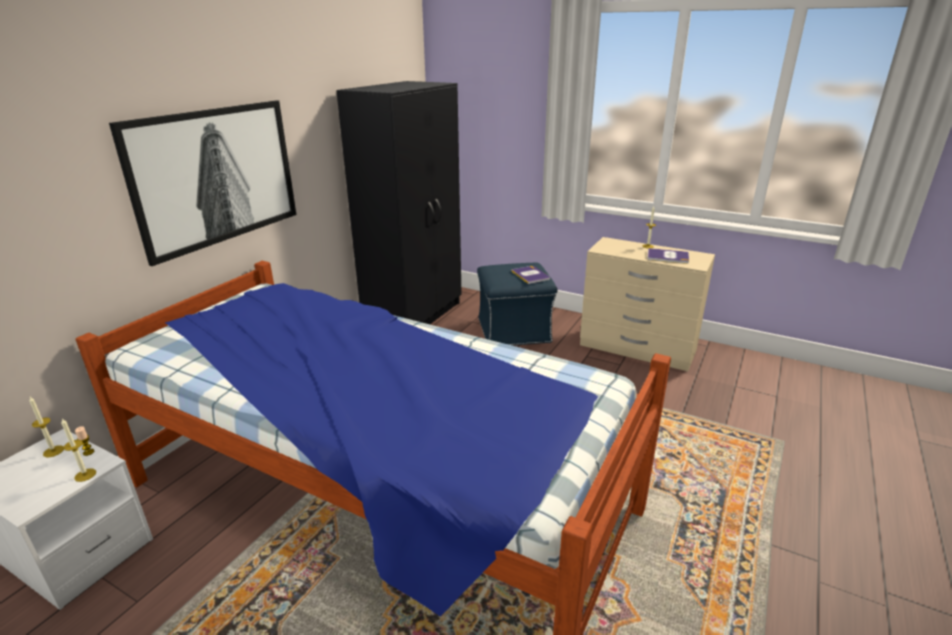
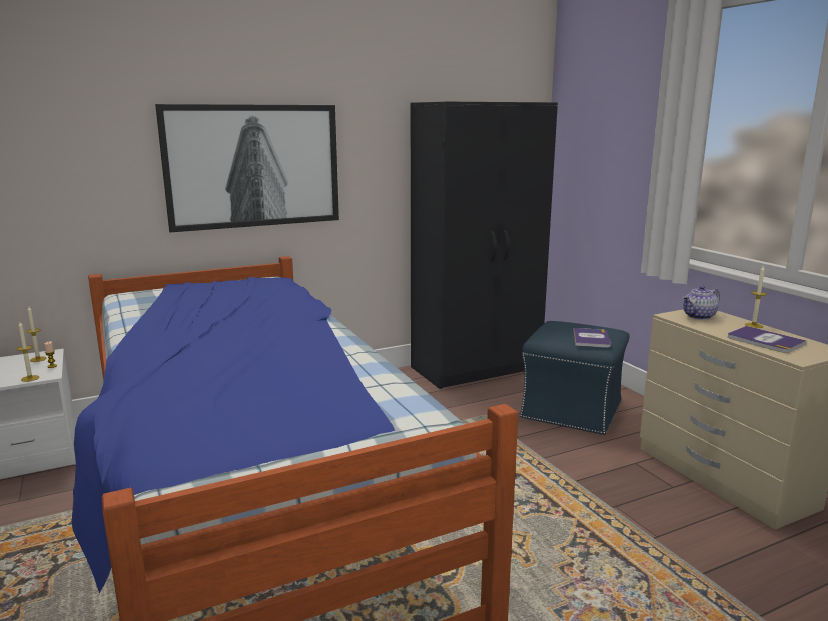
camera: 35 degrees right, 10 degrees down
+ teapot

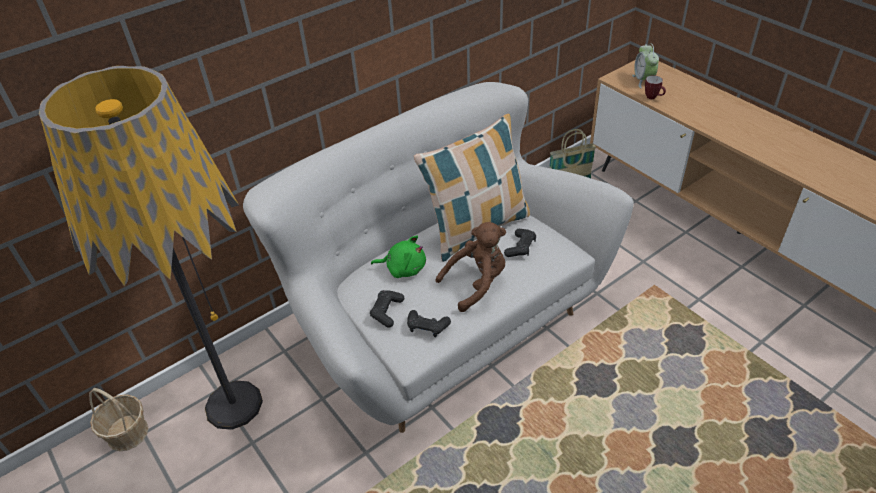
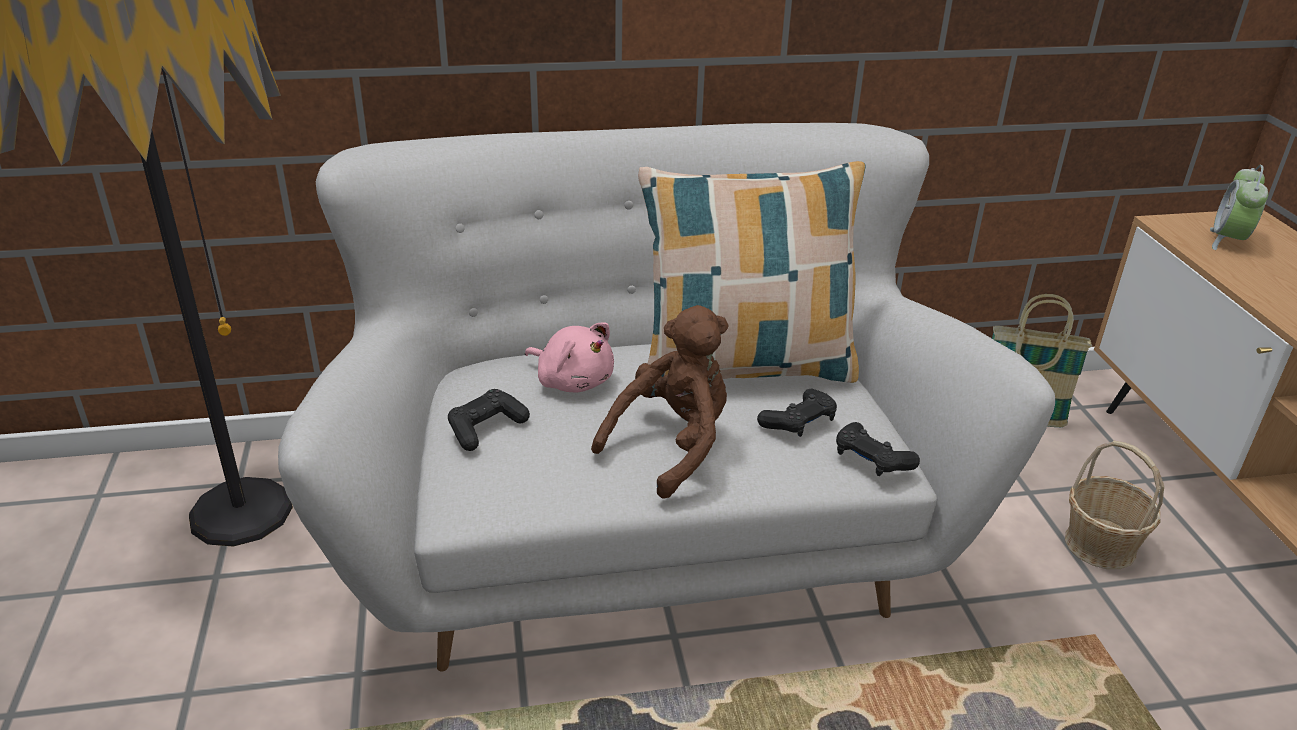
camera: 25 degrees right, 10 degrees down
- mug
~ basket (no. 1 from left in the first image) to basket (no. 2 from left)
~ black game controller (no. 2 from left in the first image) to black game controller (no. 3 from left)
~ green plush toy to pink plush toy
~ brown plush toy 45 degrees counterclockwise

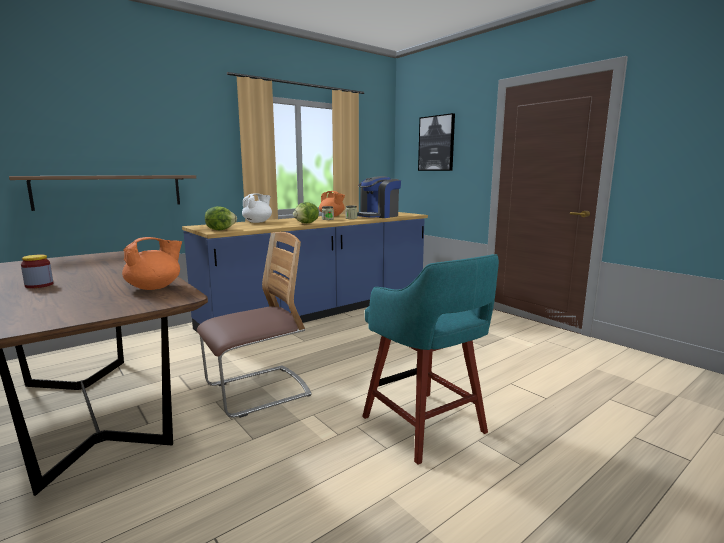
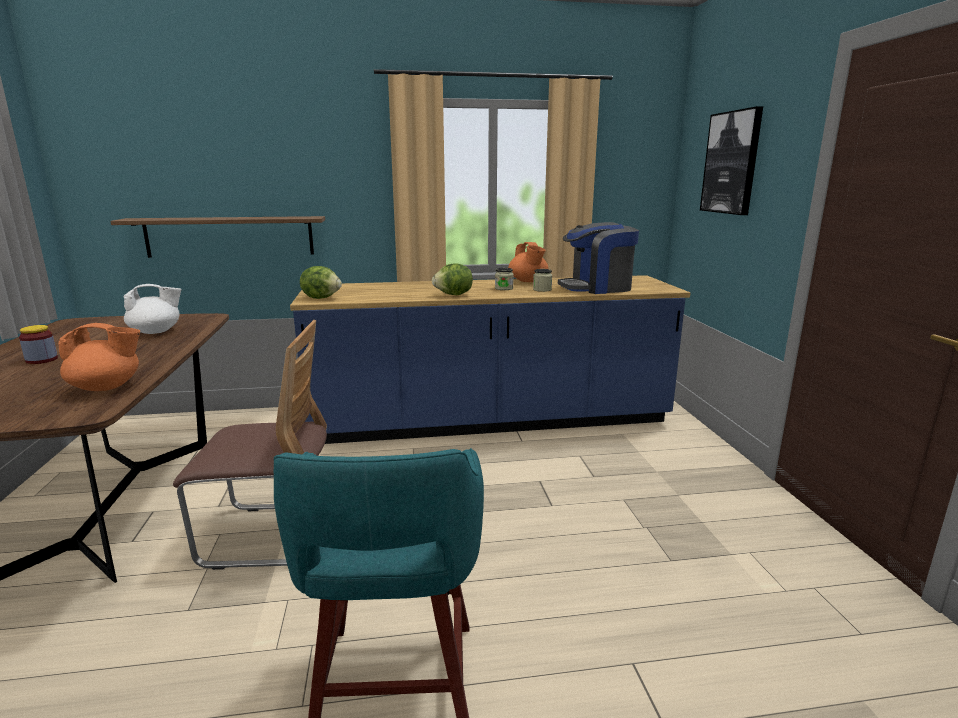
camera: 30 degrees right, 5 degrees up
~ white teapot

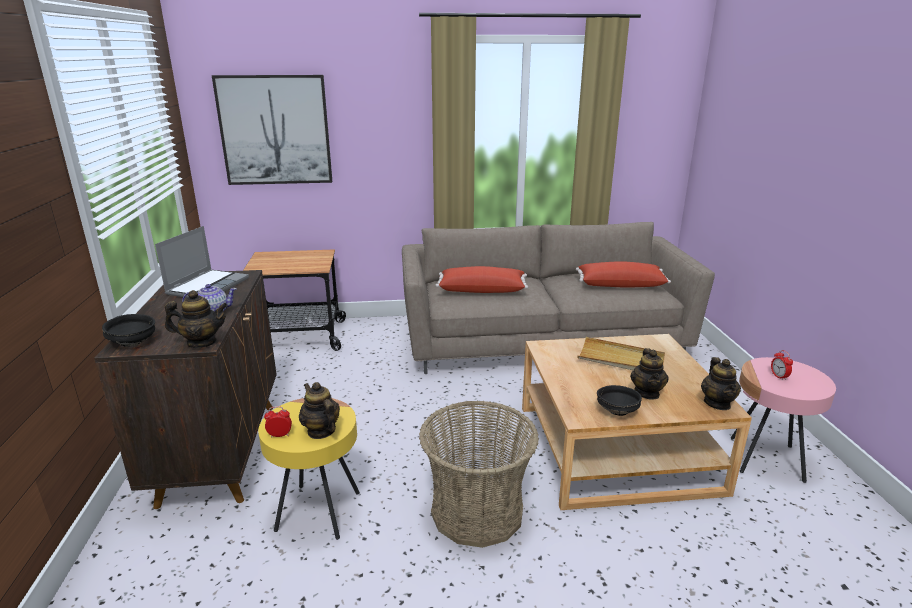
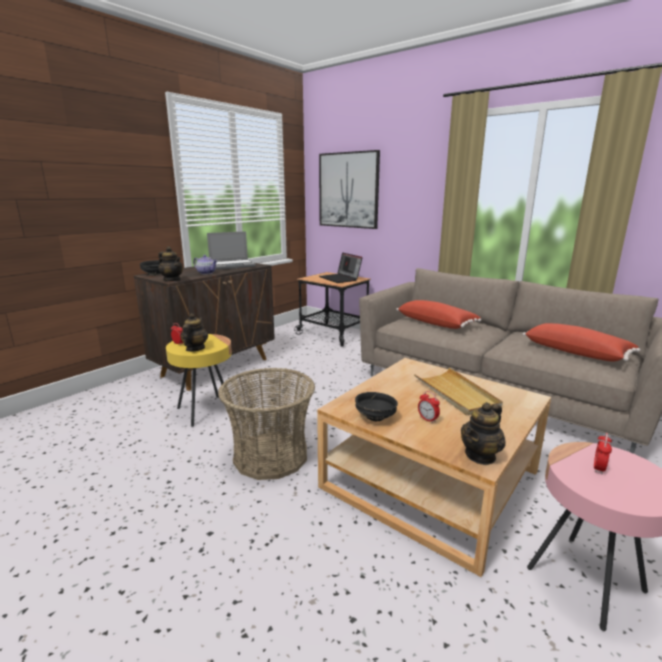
camera: 45 degrees right, 5 degrees down
+ laptop (no. 2 from left)
~ teapot (no. 4 from left) to alarm clock (no. 2 from left)

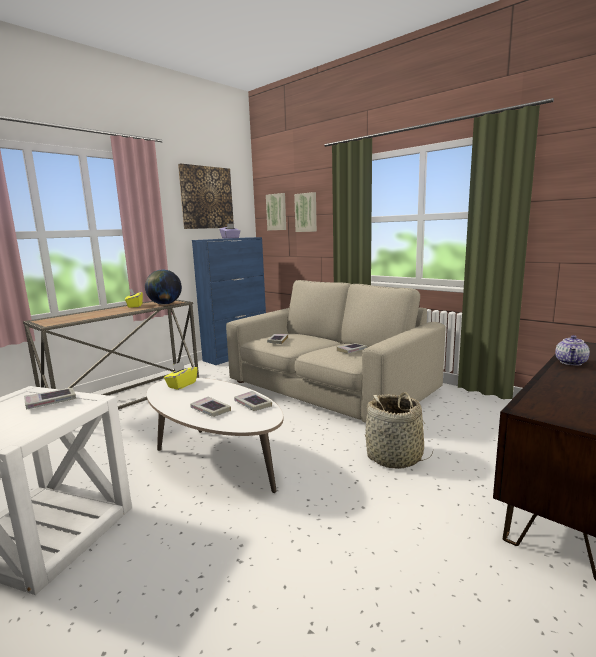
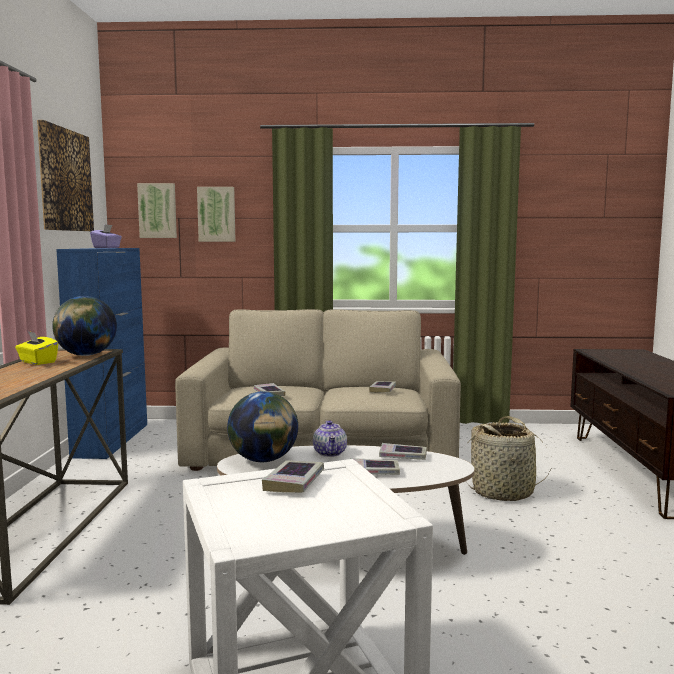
camera: 40 degrees left, 5 degrees down
~ teapot
~ yellow tissue box (no. 2 from left) to globe (no. 2 from left)

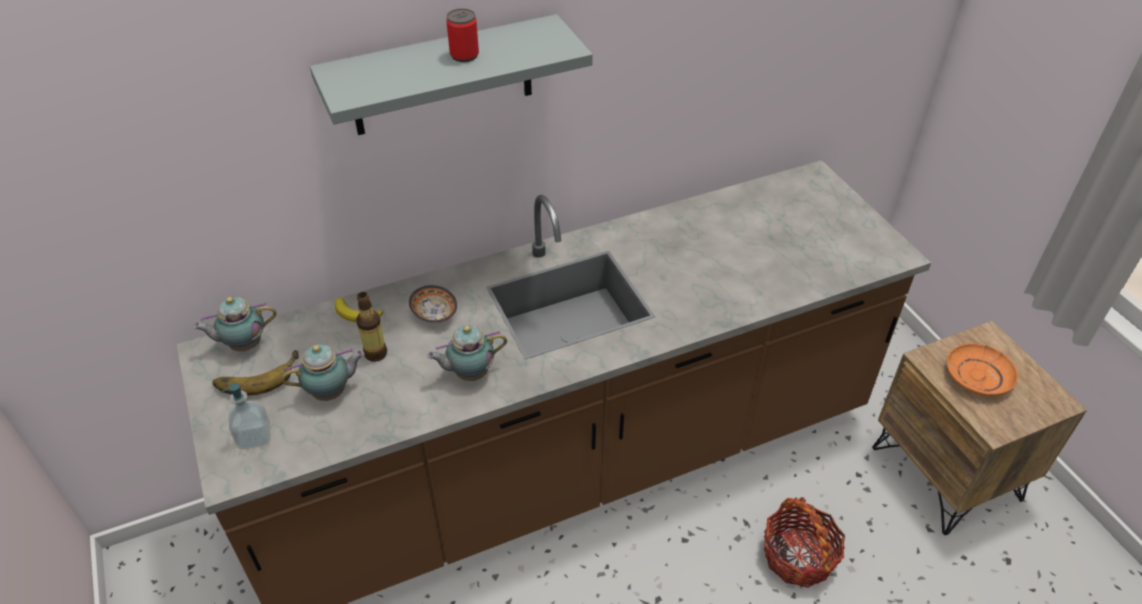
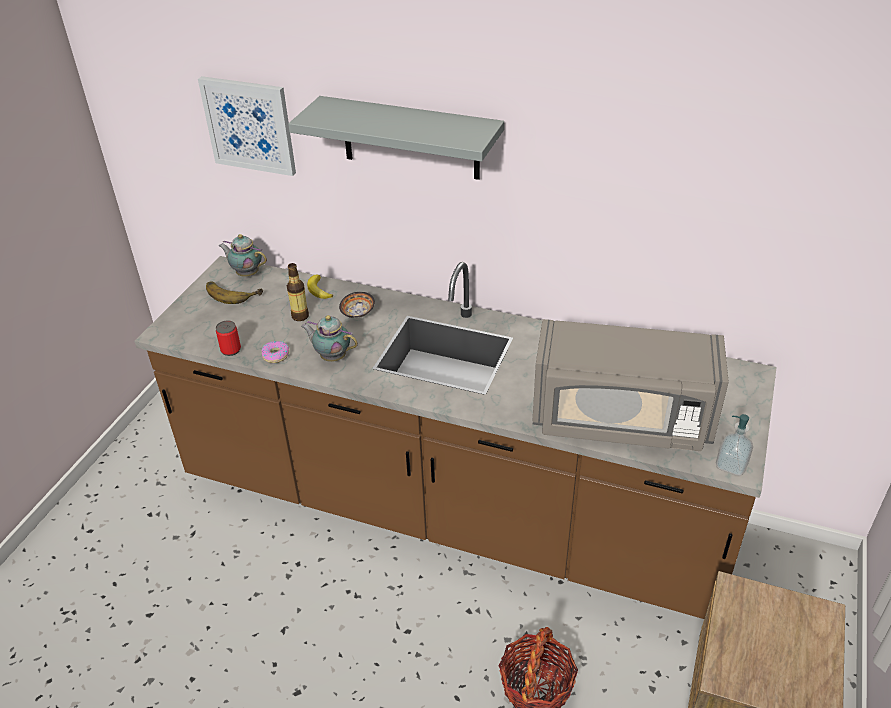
camera: 45 degrees right, 5 degrees down
- teapot (no. 2 from left)
- orange plate
+ picture
+ donut
+ grey microwave
~ soap dispenser
~ can

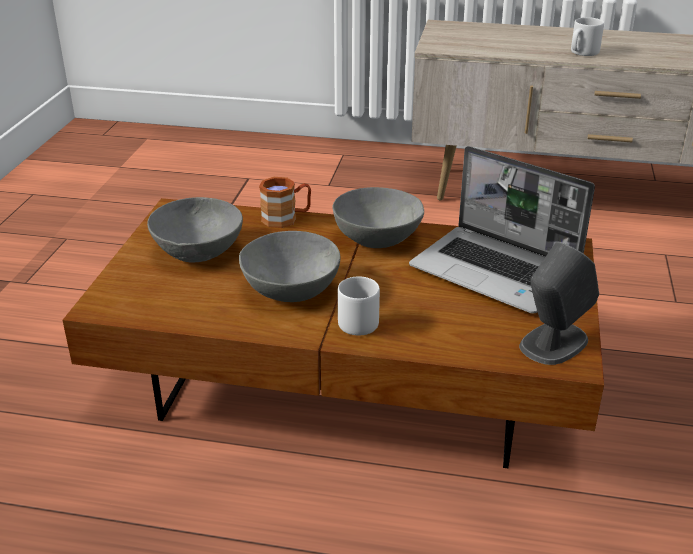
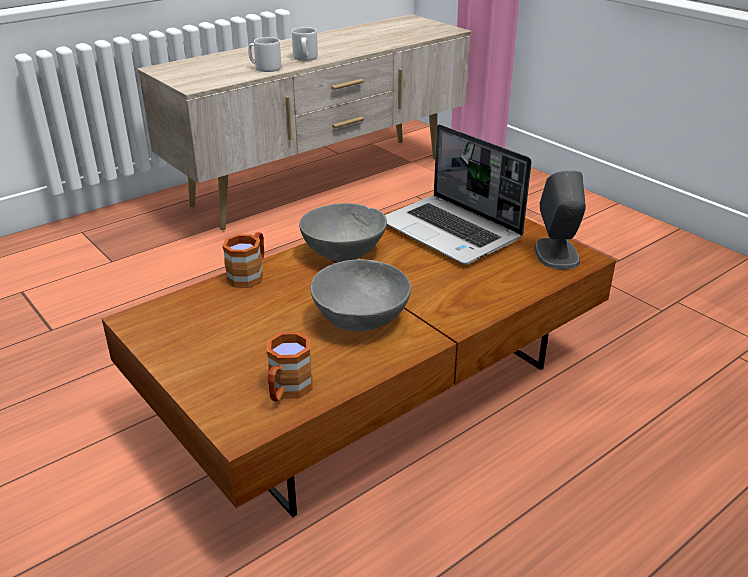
camera: 50 degrees left, 0 degrees up
- grey bowl (no. 1 from left)
+ brown mug (no. 2 from left)
~ grey mug (no. 1 from left)
~ laptop 60 degrees clockwise

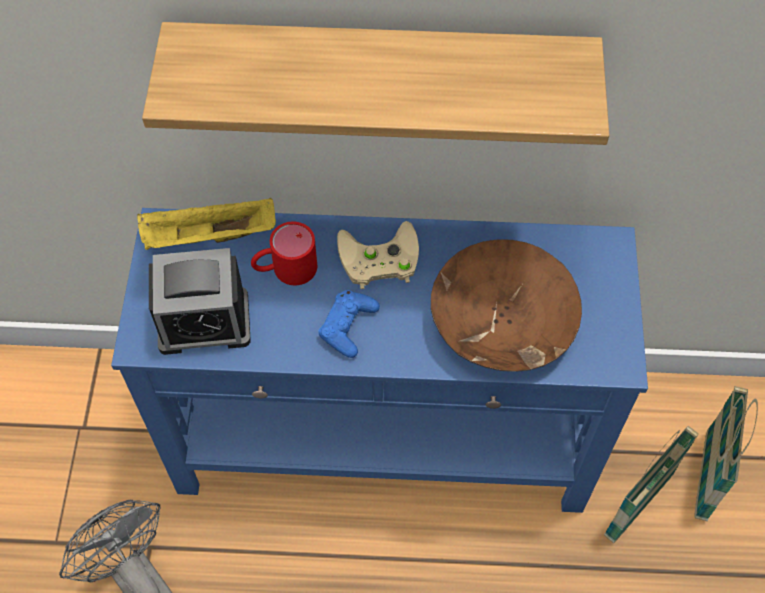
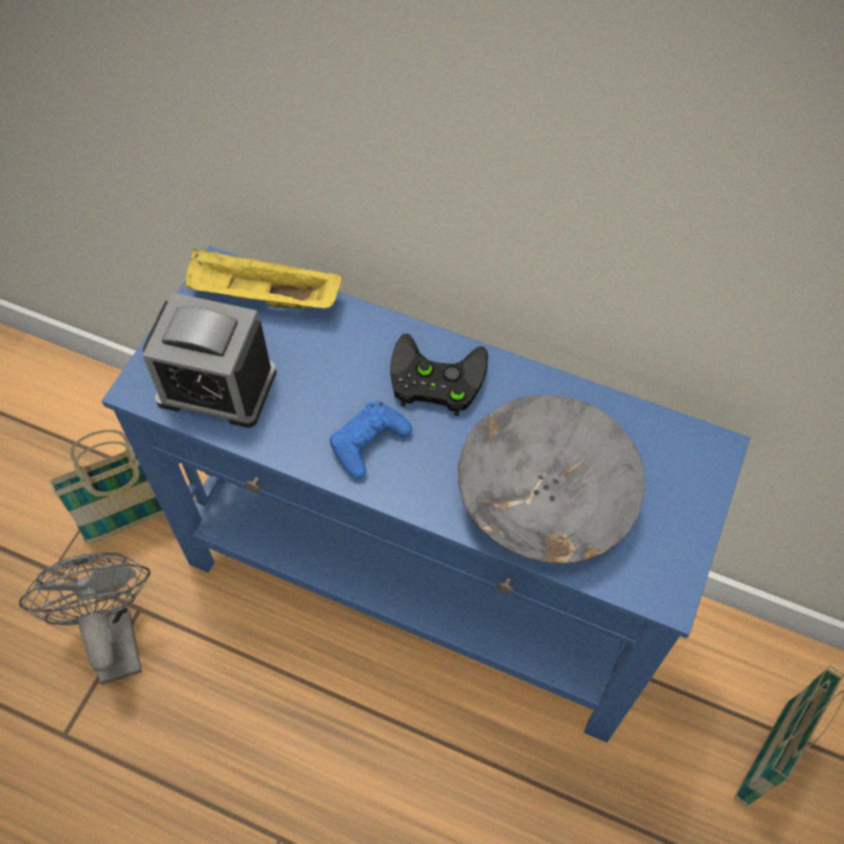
camera: 20 degrees right, 0 degrees up
- shelf
- red mug
~ basket (no. 1 from left)
~ beige game controller to black game controller
~ brown bowl to grey bowl

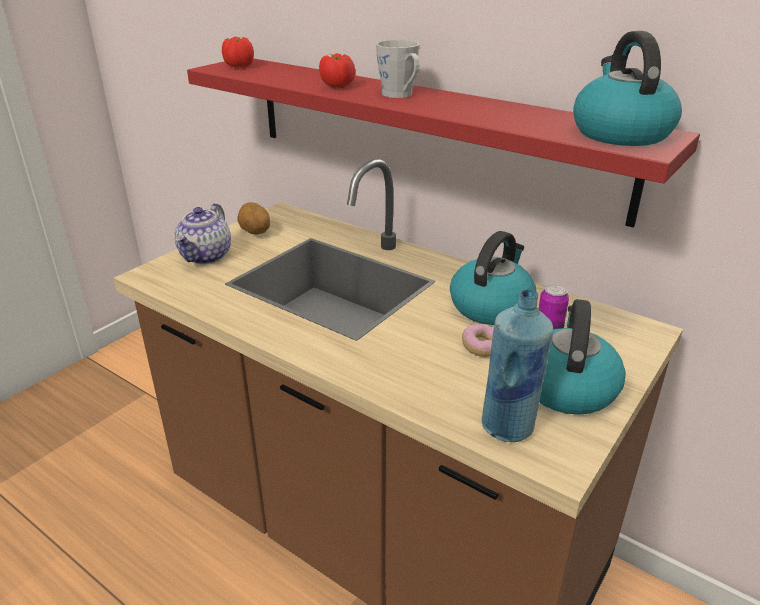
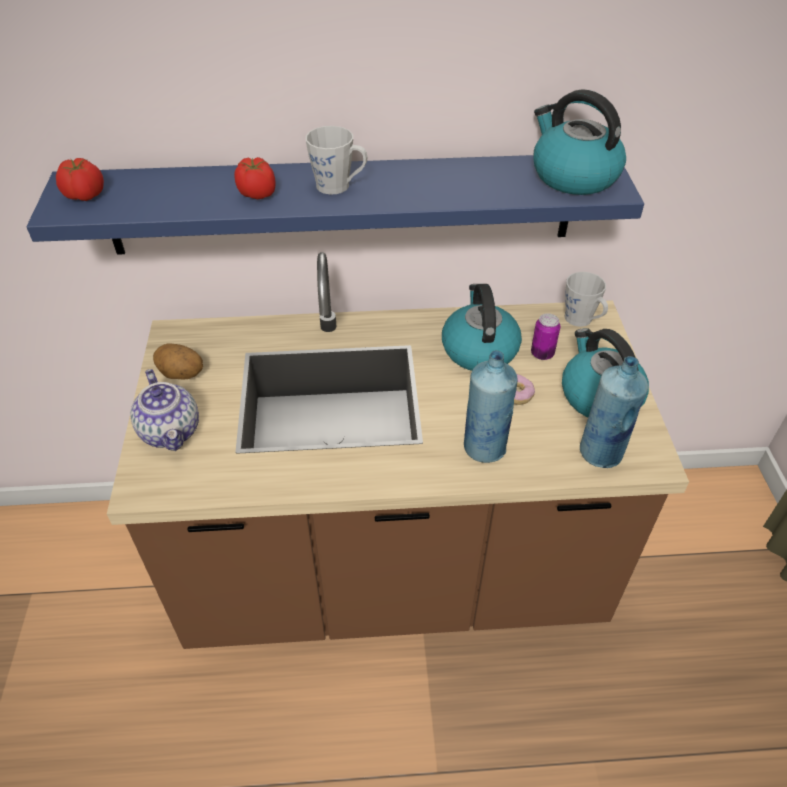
camera: 40 degrees left, 15 degrees up
+ blue bottle (no. 1 from left)
+ grey mug (no. 2 from left)
~ red shelf to blue shelf

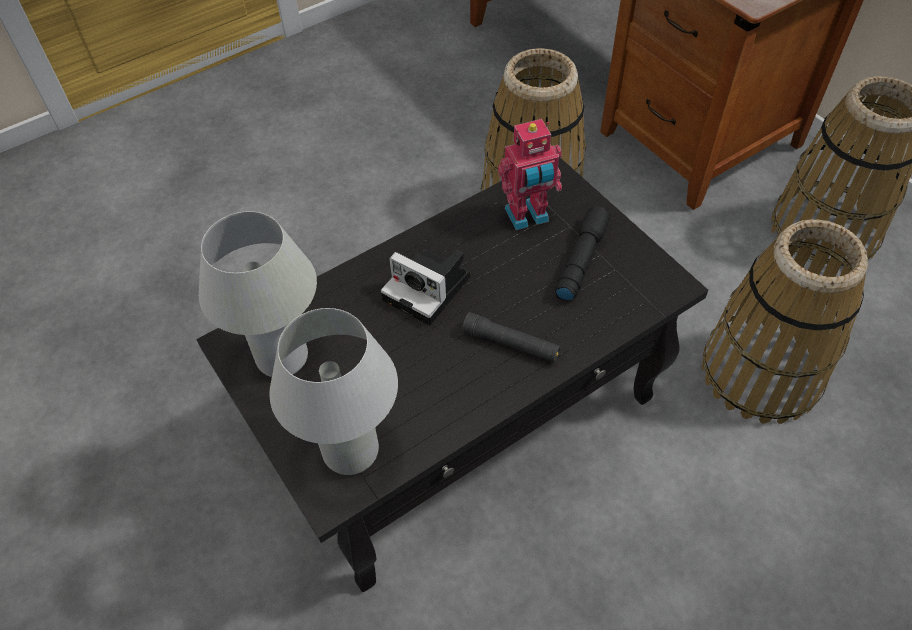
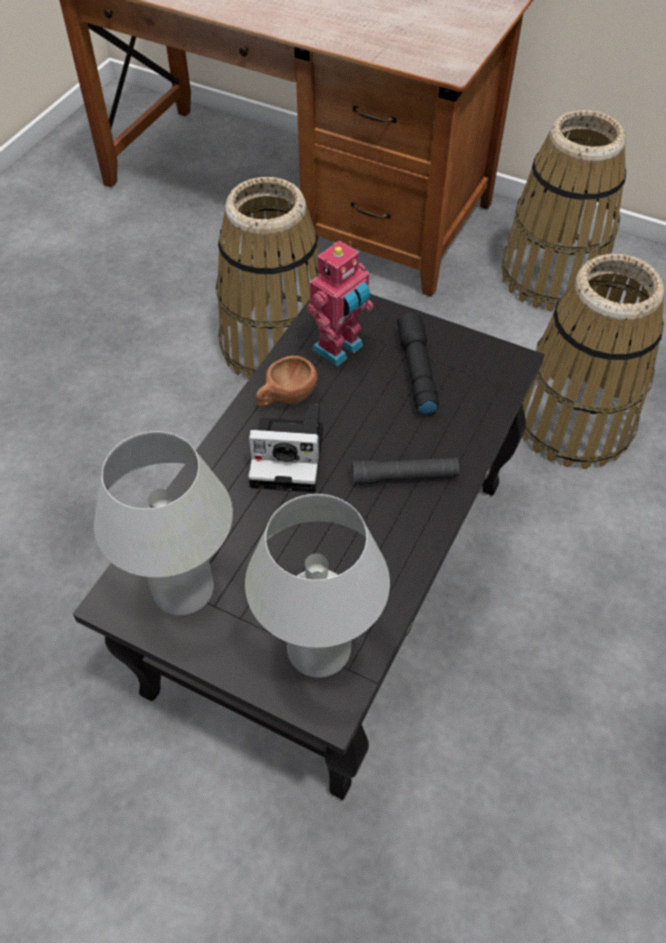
camera: 30 degrees left, 0 degrees up
+ brown cup

